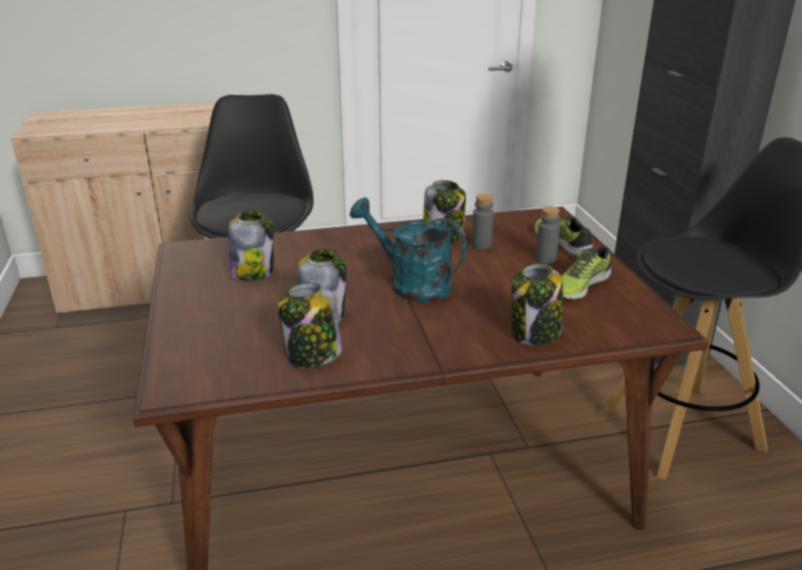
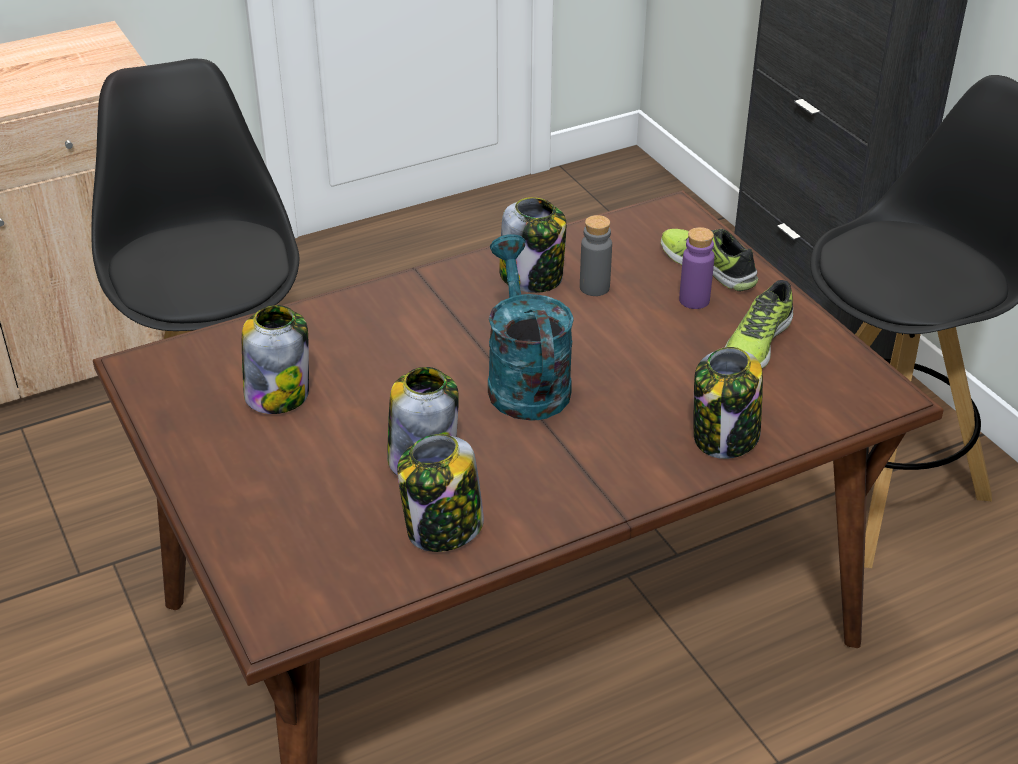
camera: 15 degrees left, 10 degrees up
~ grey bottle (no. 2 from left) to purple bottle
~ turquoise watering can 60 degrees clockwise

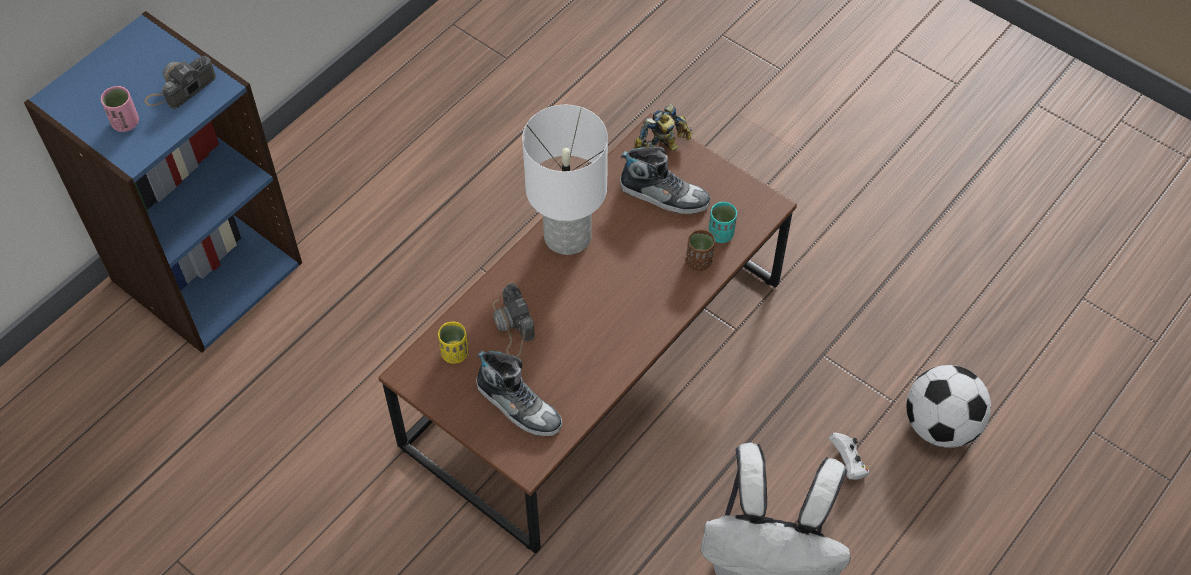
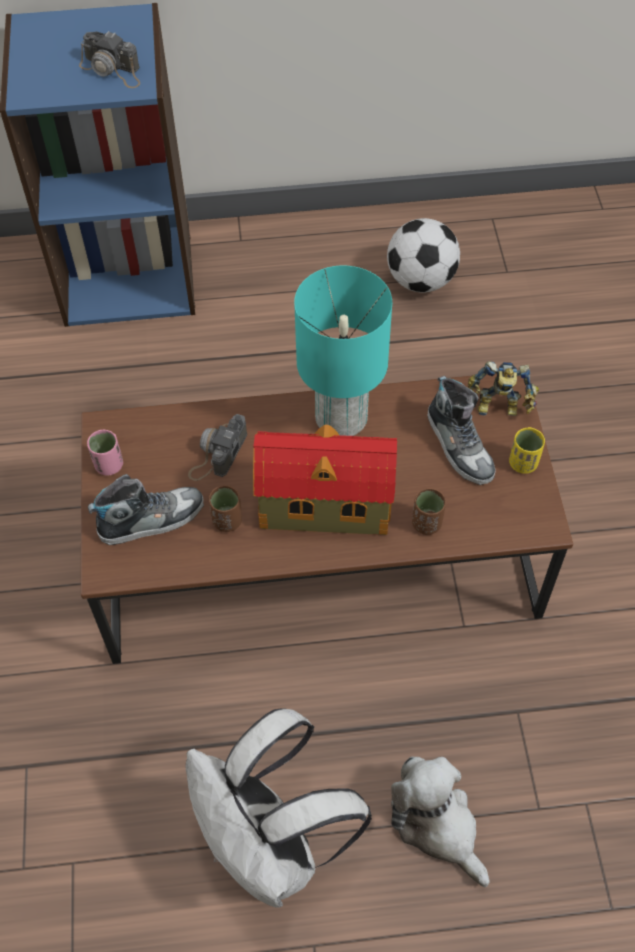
camera: 45 degrees right, 0 degrees up
- turquoise cup
+ brown cup (no. 1 from left)
+ toy house
~ pink cup
~ yellow cup
~ football
~ white game controller to plush toy
~ white table lamp to turquoise table lamp
~ photo camera (no. 1 from left) 150 degrees counterclockwise
~ shoe (no. 1 from left) 105 degrees counterclockwise

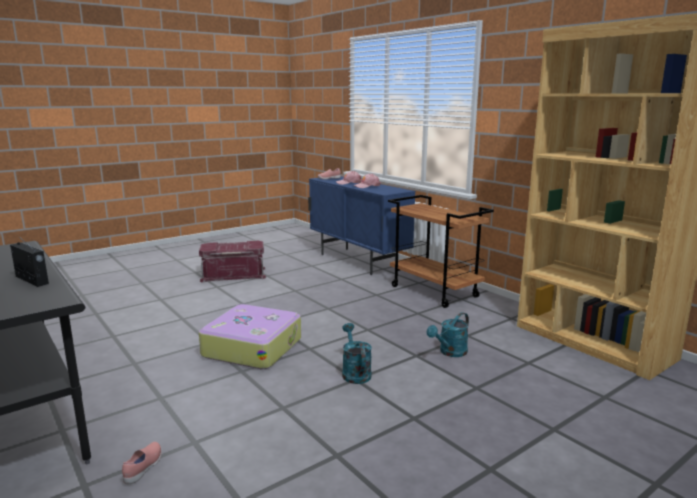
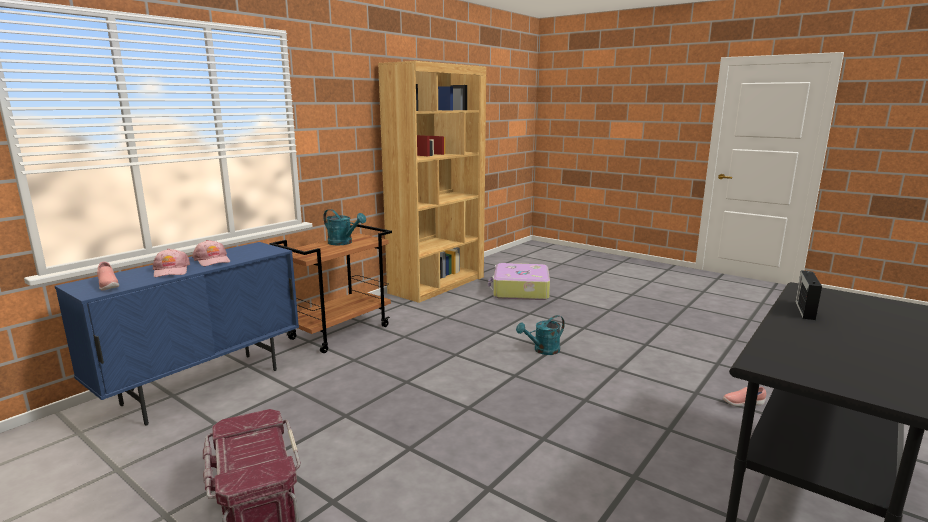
camera: 105 degrees left, 0 degrees up
~ suitcase
~ turquoise watering can (no. 2 from left in the first image) to turquoise watering can (no. 1 from left)

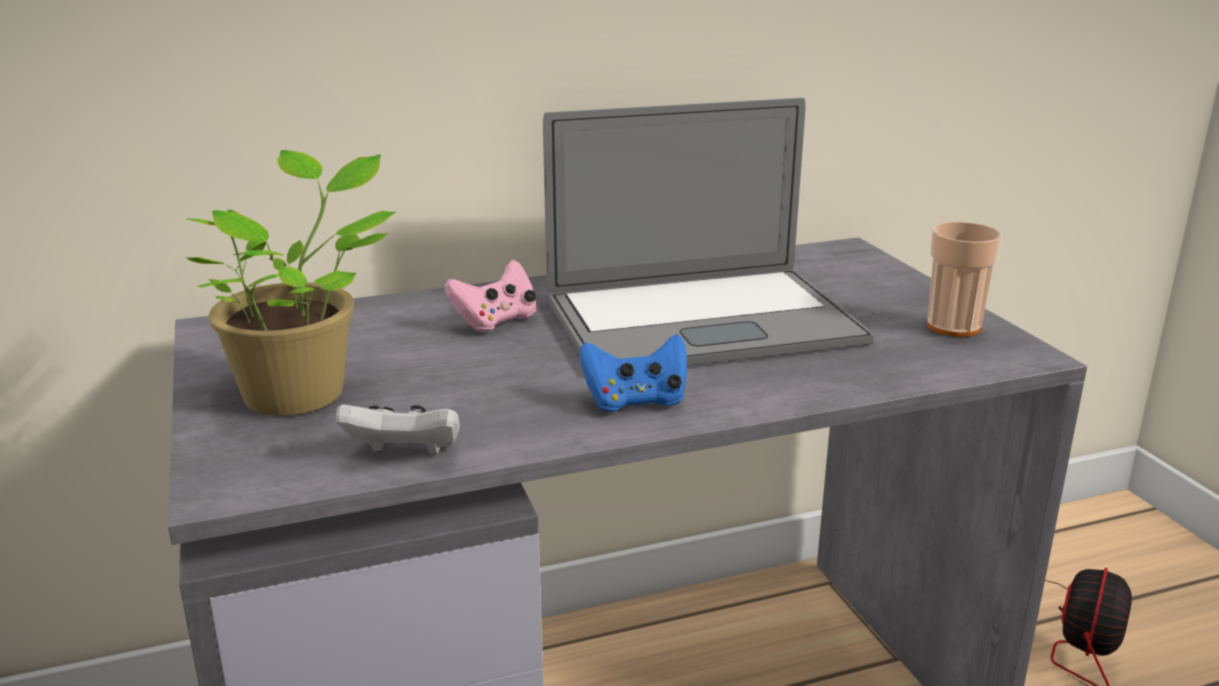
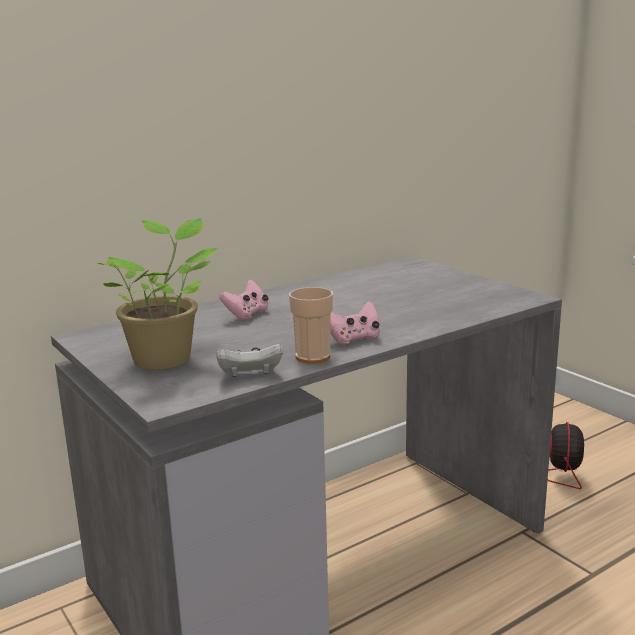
camera: 15 degrees left, 5 degrees down
- laptop
~ cup
~ blue game controller to pink game controller (no. 2 from left)

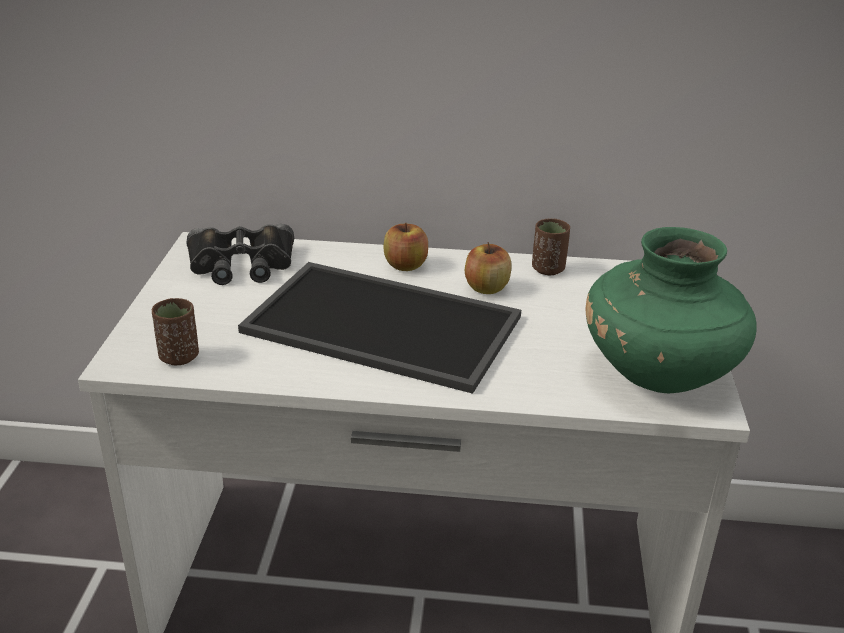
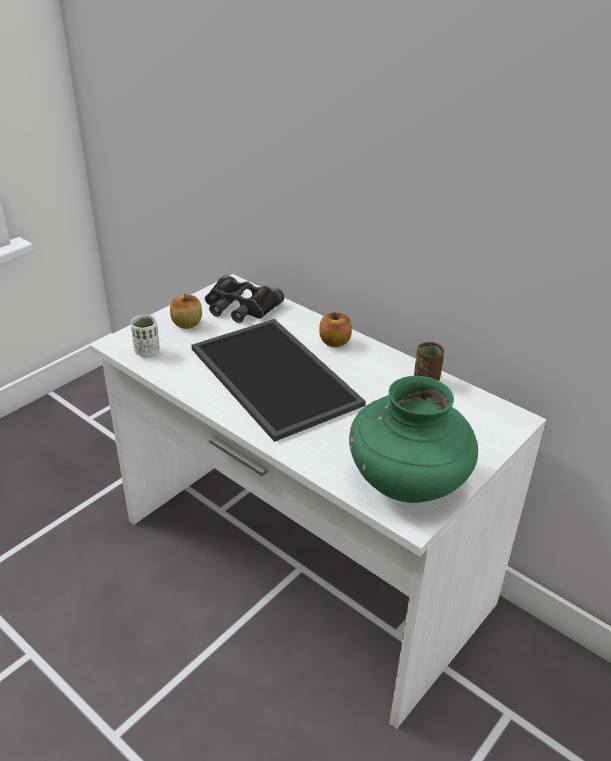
camera: 35 degrees right, 5 degrees up
~ apple (no. 2 from left in the first image) to apple (no. 1 from left)
~ brown cup (no. 1 from left) to white cup

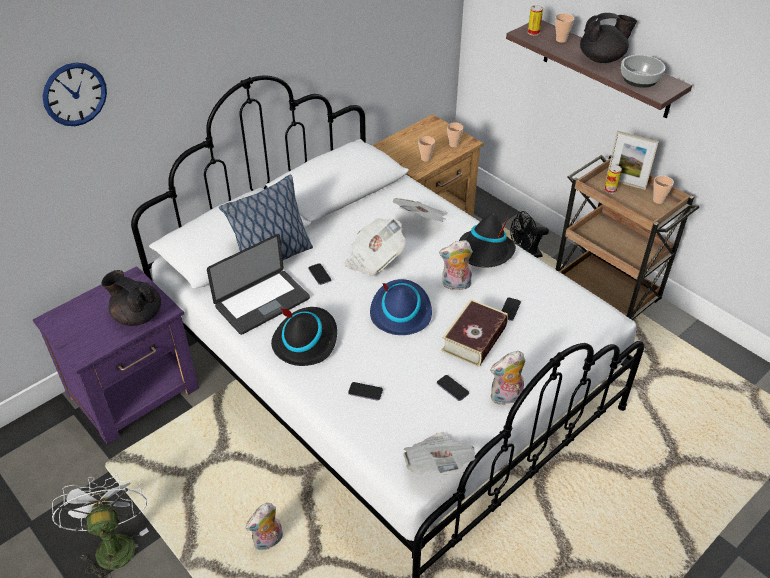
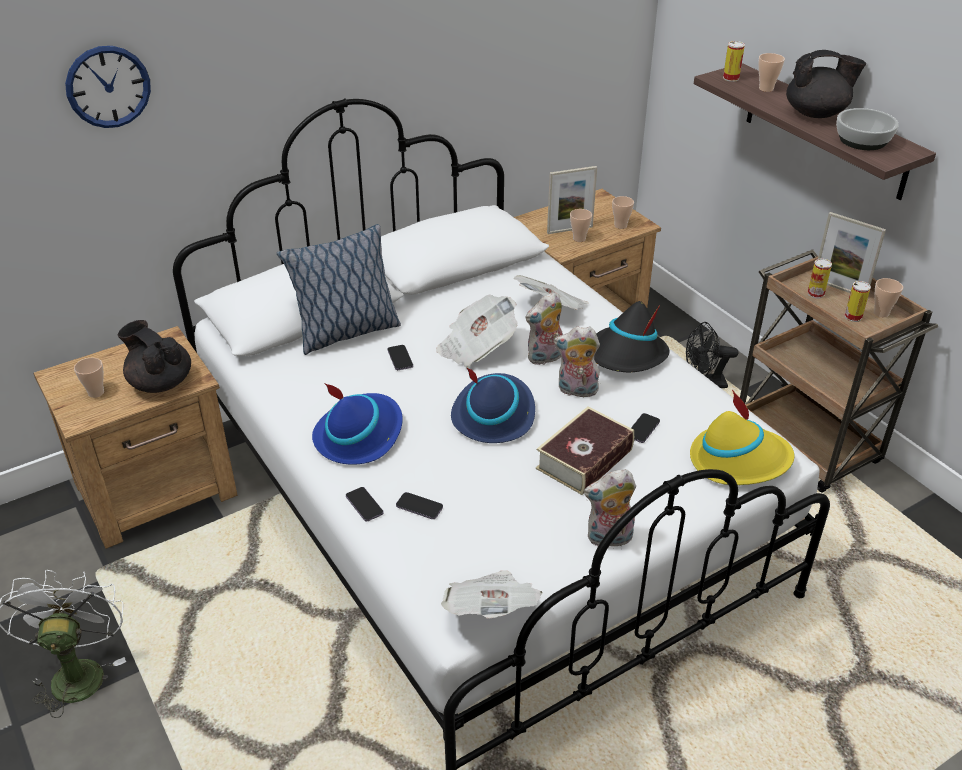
camera: 10 degrees right, 5 degrees down
- laptop
+ cup (no. 1 from left)
+ picture frame (no. 1 from left)
+ yellow hat
+ can (no. 3 from left)
~ plush toy (no. 1 from left)
~ phone (no. 3 from left in the first image) to phone (no. 1 from left)
~ purple nightstand to brown nightstand (no. 1 from left)
~ black hat (no. 1 from left) to blue hat (no. 1 from left)

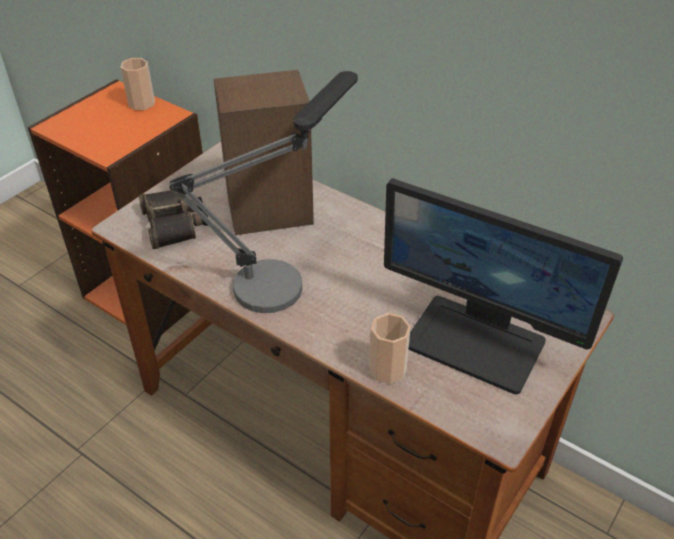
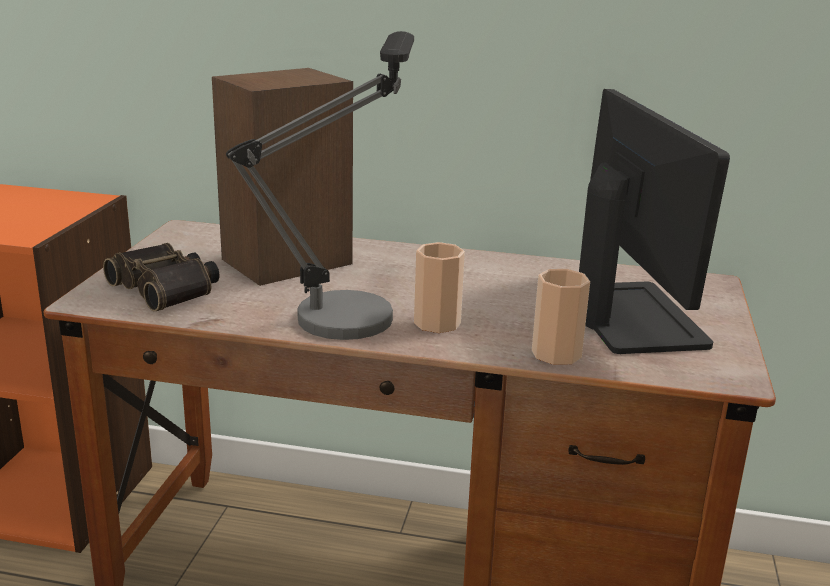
camera: 25 degrees left, 20 degrees down
~ cup (no. 1 from left)
~ monitor 105 degrees counterclockwise

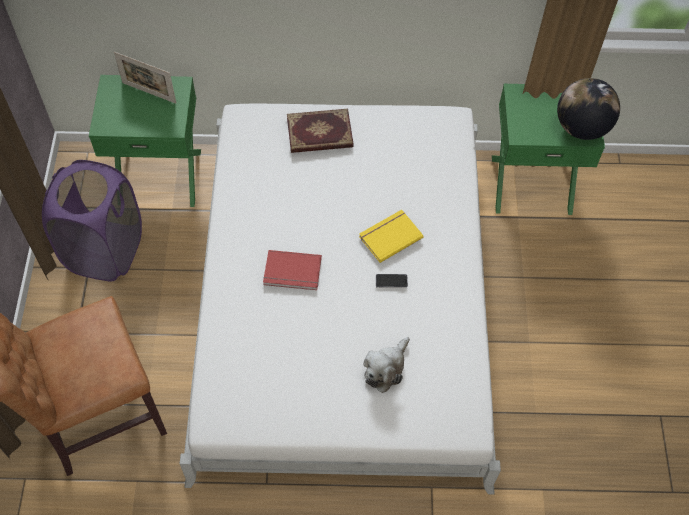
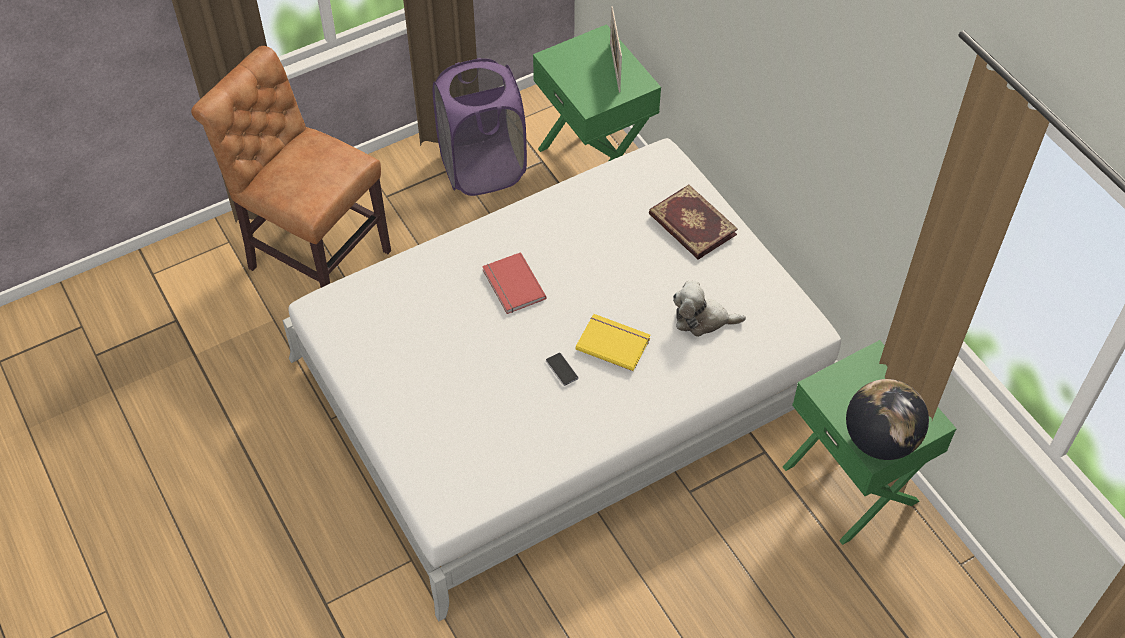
camera: 60 degrees right, 5 degrees down
~ plush toy

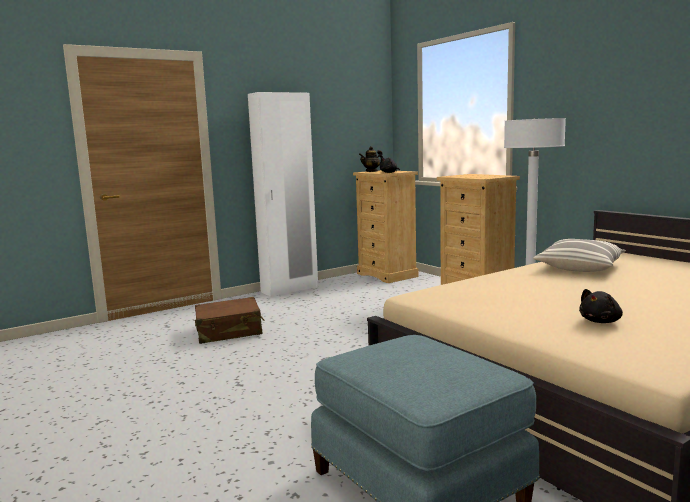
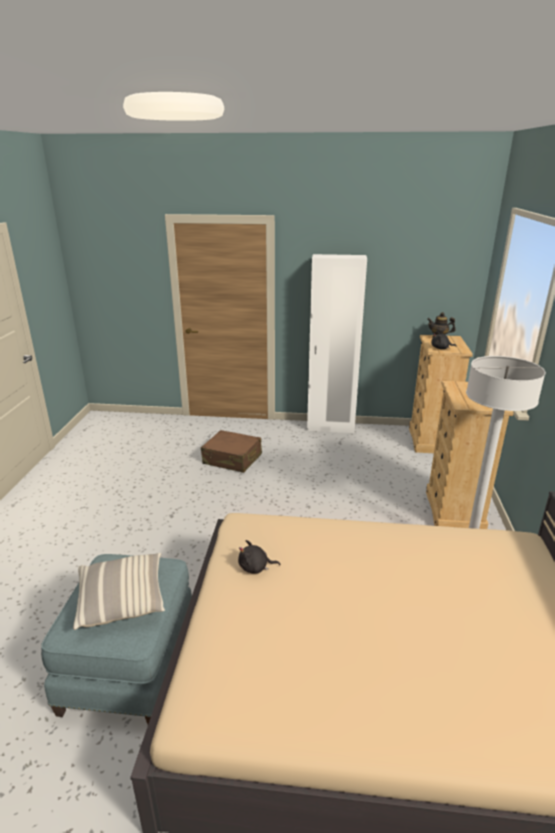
camera: 40 degrees right, 15 degrees up
~ pillow
~ black plush toy (no. 2 from left in the first image) to black plush toy (no. 1 from left)

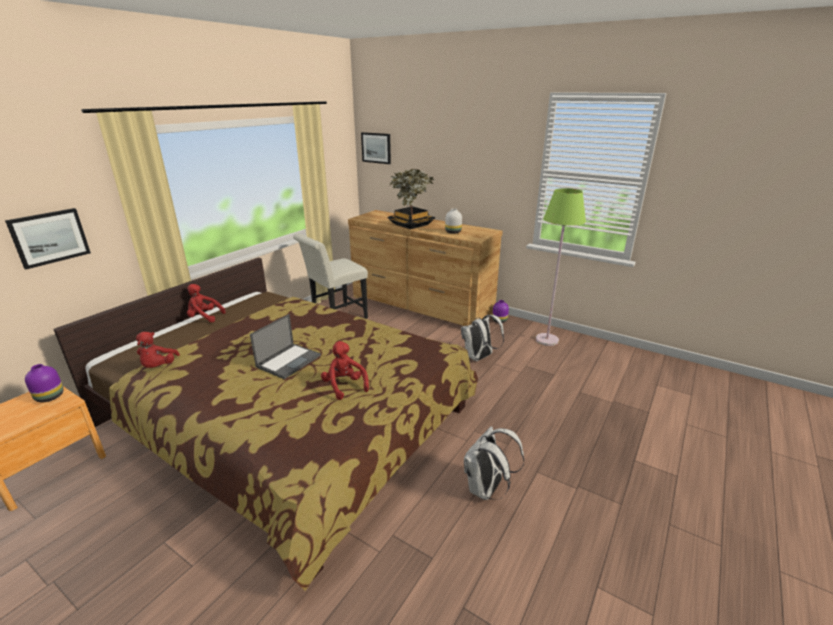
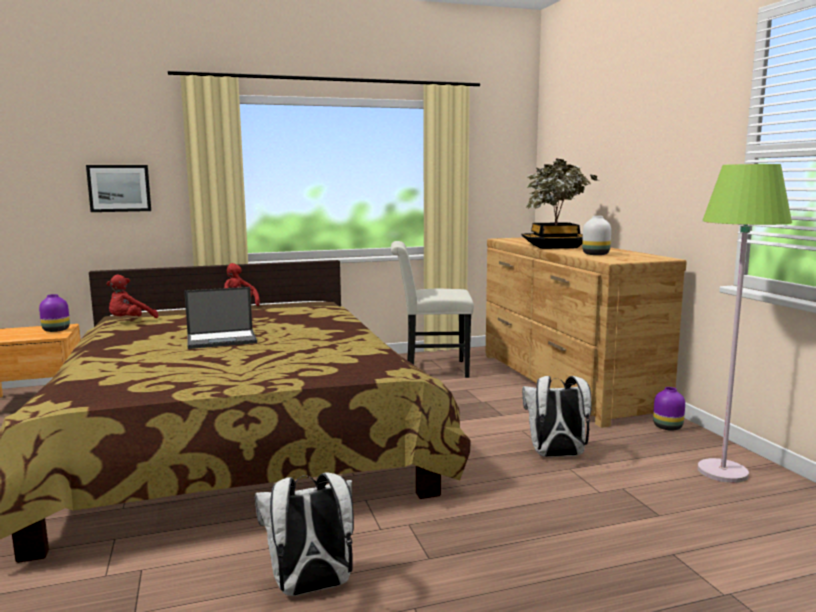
camera: 40 degrees right, 15 degrees down
- red plush toy (no. 3 from left)
- picture (no. 2 from left)

